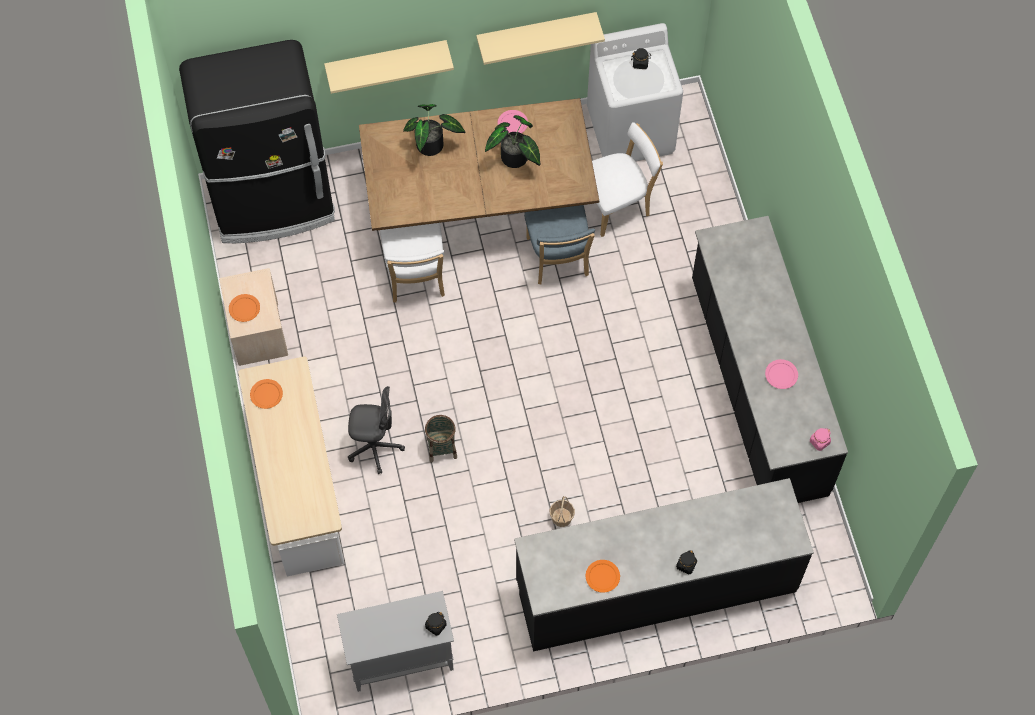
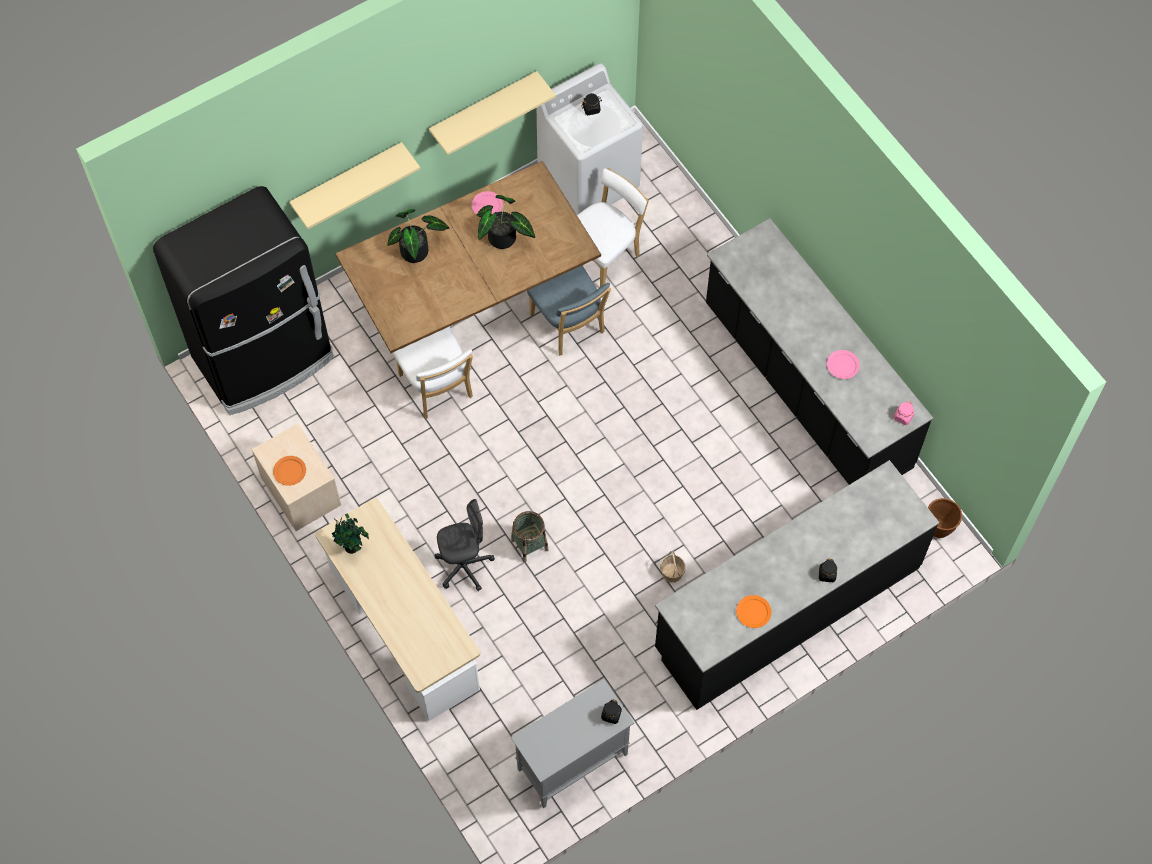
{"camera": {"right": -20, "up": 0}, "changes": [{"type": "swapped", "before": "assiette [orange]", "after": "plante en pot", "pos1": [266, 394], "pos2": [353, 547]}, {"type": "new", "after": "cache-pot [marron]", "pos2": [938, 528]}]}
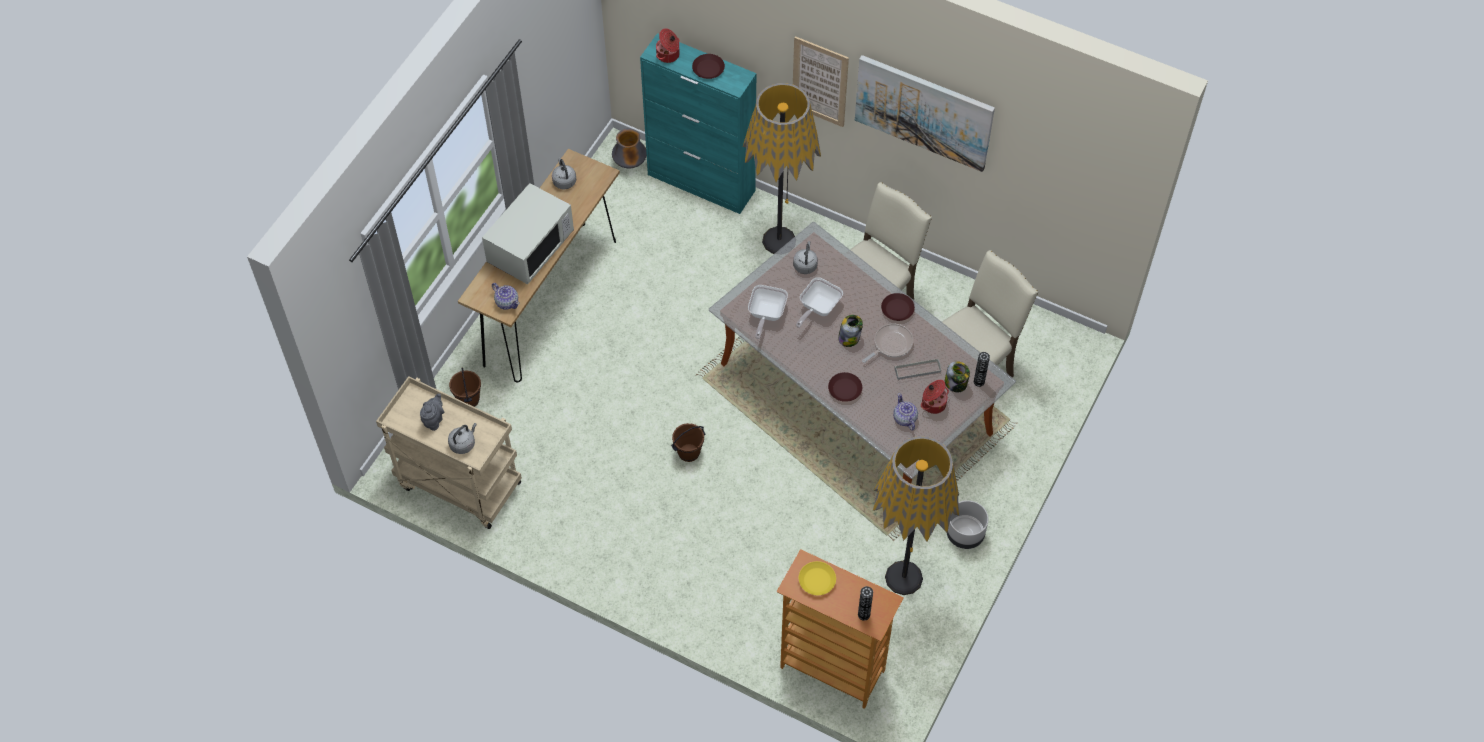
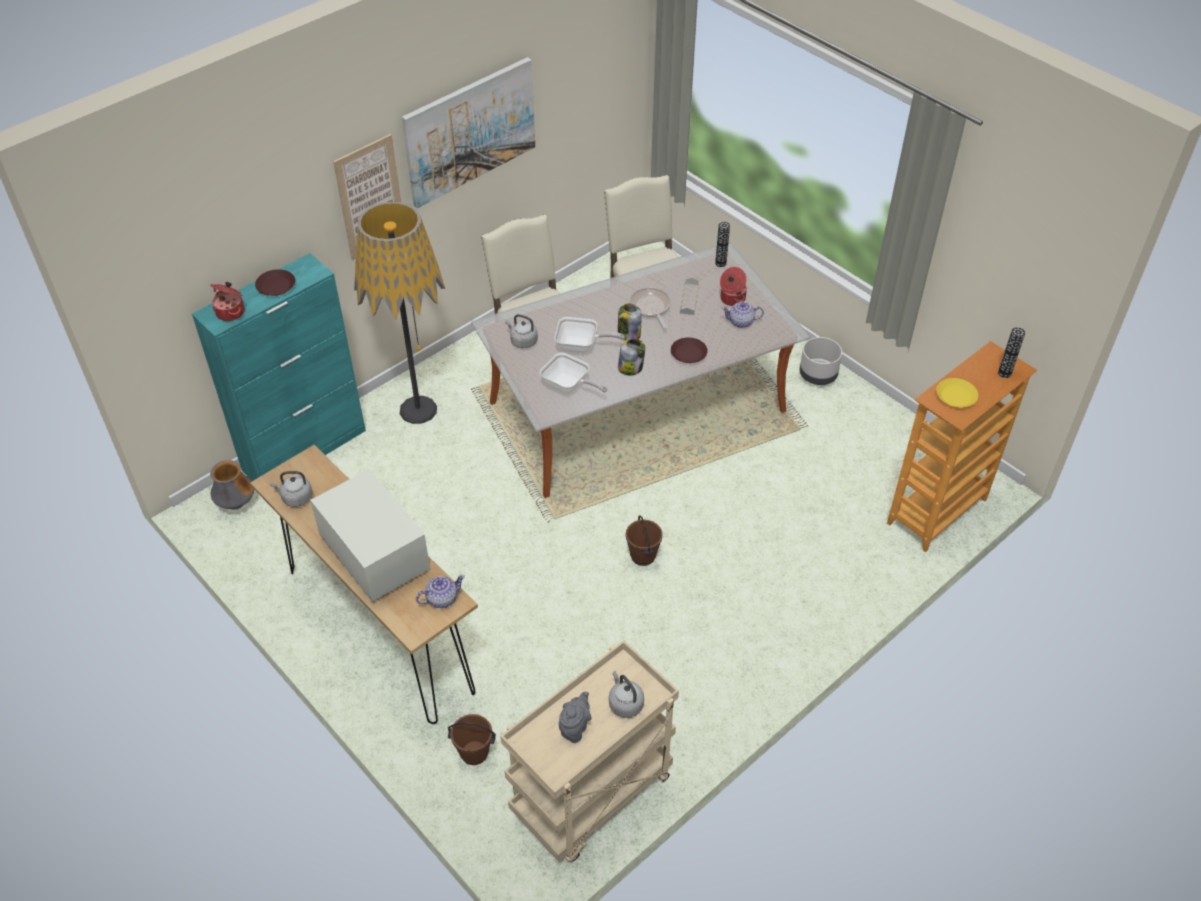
{"camera": {"right": -70, "up": -10}, "changes": [{"type": "rotated", "before": "poêle", "pos1": [817, 308], "pos2": [581, 346], "turn": -45}, {"type": "rotated", "before": "théière [gris]", "pos1": [434, 420], "pos2": [575, 728], "turn": 75}, {"type": "shifted", "before": "bocal", "pos1": [956, 383], "pos2": [631, 367]}, {"type": "gone", "before": "lampadaire", "pos1": [904, 578]}, {"type": "gone", "before": "assiette [marron]", "pos1": [897, 309]}]}
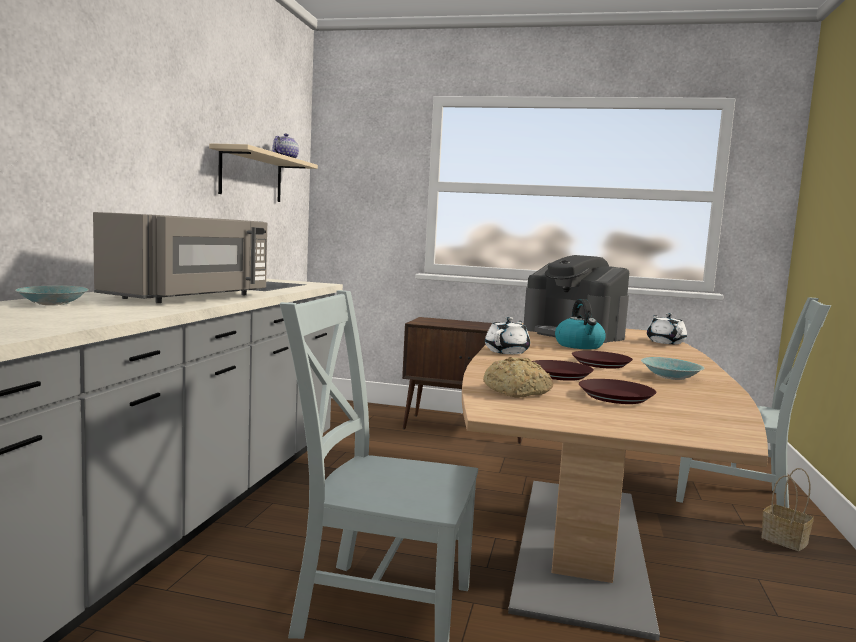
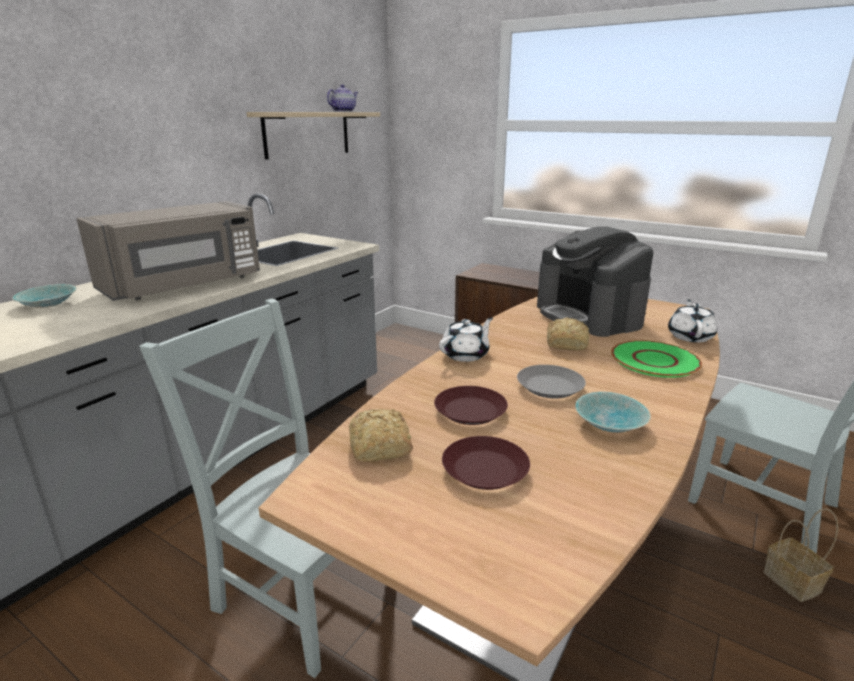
{"camera": {"right": 20, "up": 15}, "changes": [{"type": "repainted", "before": "assiette [marron]", "after": "assiette [gris]", "pos1": [601, 364], "pos2": [550, 386]}, {"type": "swapped", "before": "bouilloire", "after": "pain", "pos1": [579, 346], "pos2": [567, 343]}, {"type": "new", "after": "assiette [vert]", "pos2": [655, 360]}]}
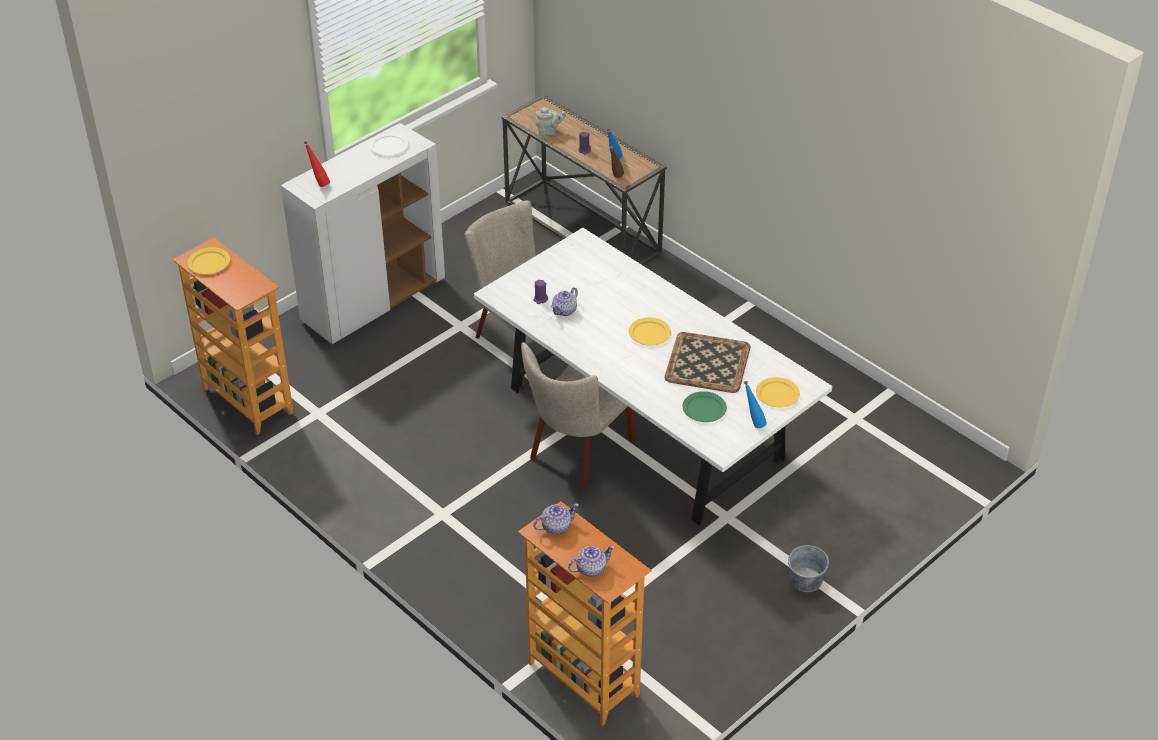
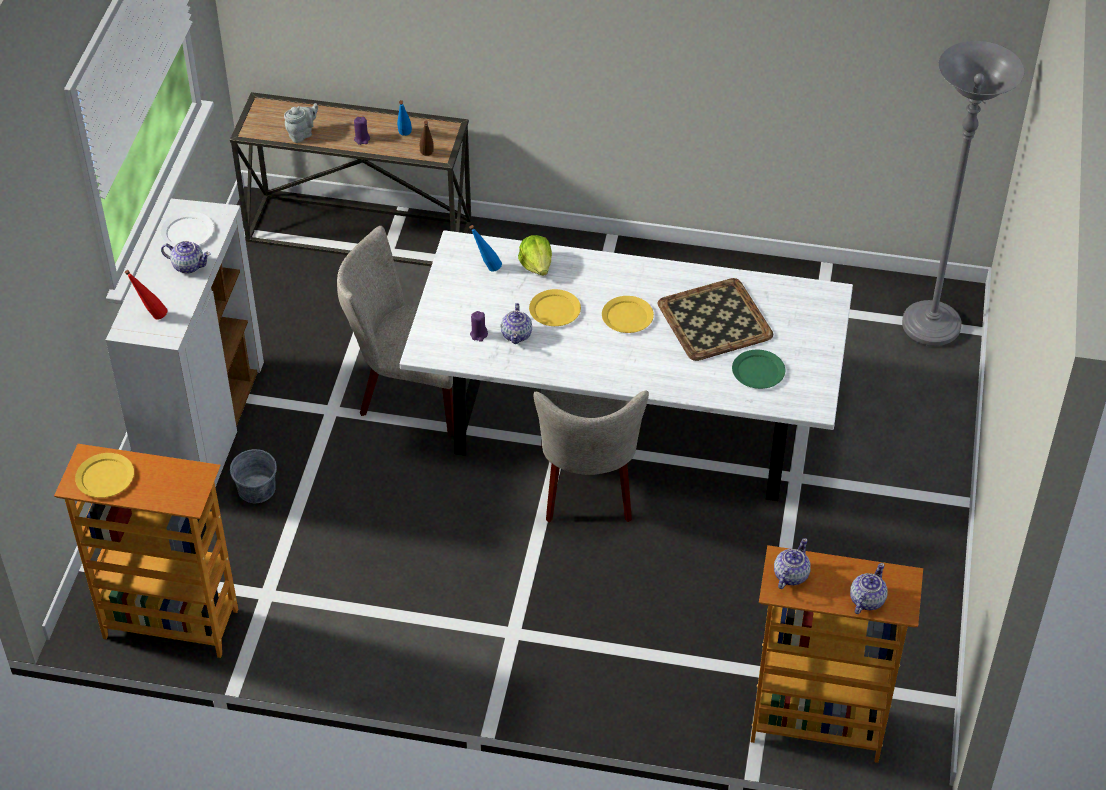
{"camera": {"right": -35, "up": 5}, "changes": [{"type": "new", "after": "théière", "pos2": [188, 265]}, {"type": "shifted", "before": "seau [gris]", "pos1": [806, 580], "pos2": [257, 489]}, {"type": "shifted", "before": "bouteille [bleu]", "pos1": [753, 423], "pos2": [486, 268]}, {"type": "new", "after": "laitue", "pos2": [537, 265]}, {"type": "shifted", "before": "assiette [jaune]", "pos1": [777, 394], "pos2": [554, 310]}, {"type": "new", "after": "lampadaire [gris]", "pos2": [931, 326]}]}
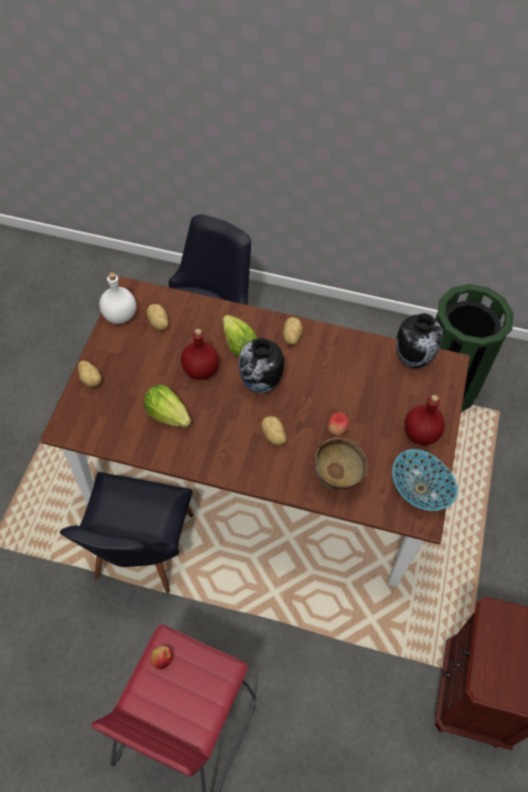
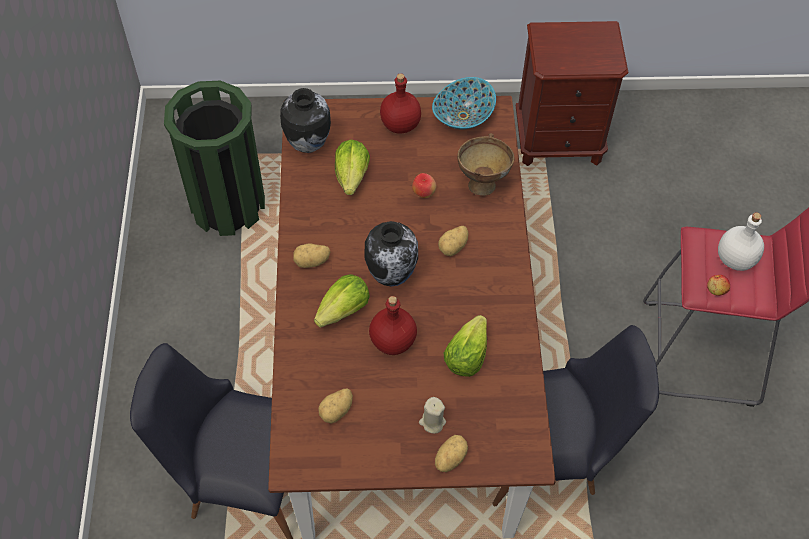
{"camera": {"right": -105, "up": 0}, "changes": [{"type": "new", "after": "laitue", "pos2": [352, 176]}, {"type": "new", "after": "bougie [beige]", "pos2": [432, 422]}, {"type": "shifted", "before": "bouteille [blanc]", "pos1": [120, 316], "pos2": [736, 259]}]}
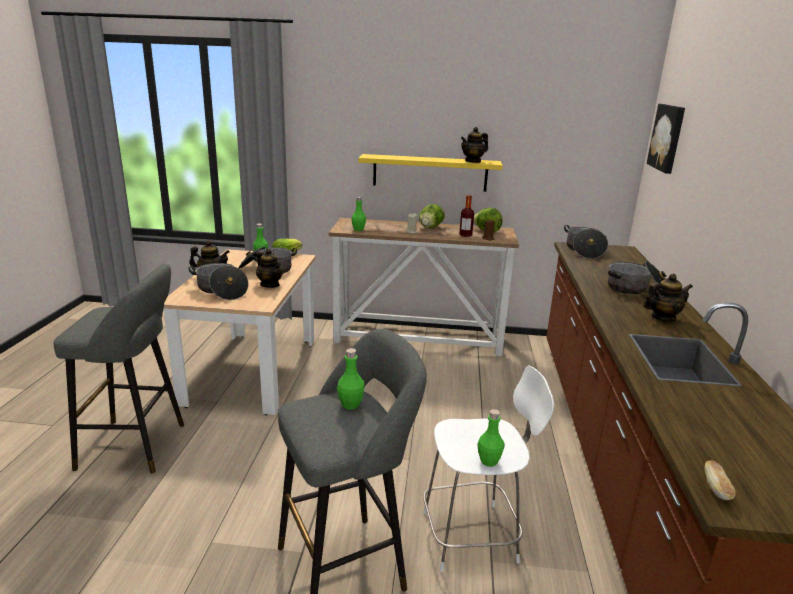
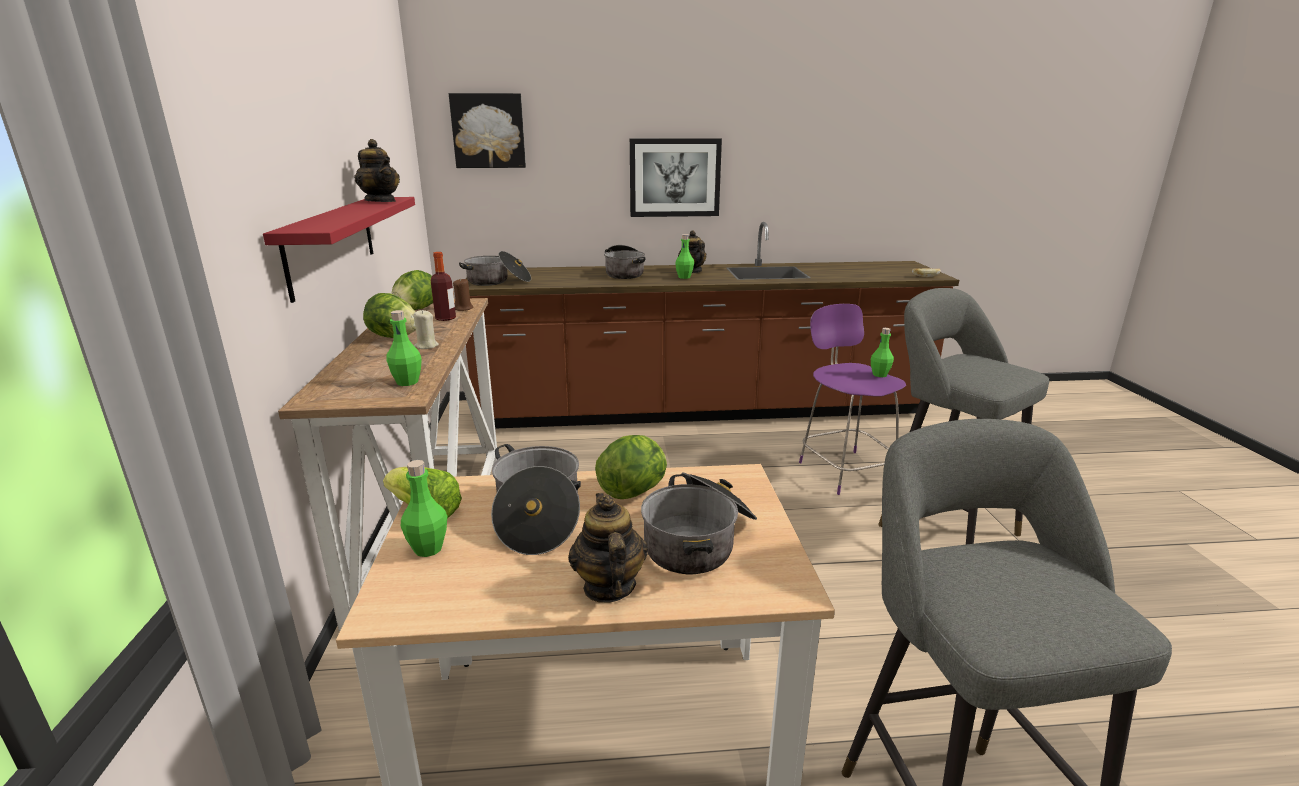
{"camera": {"right": -100, "up": 0}, "changes": [{"type": "repainted", "before": "étagère [jaune]", "after": "étagère [rouge]", "pos1": [430, 173], "pos2": [332, 243]}, {"type": "swapped", "before": "théière", "after": "laitue", "pos1": [270, 285], "pos2": [634, 491]}, {"type": "new", "after": "tableau", "pos2": [674, 177]}, {"type": "shifted", "before": "bouteille [vert]", "pos1": [350, 404], "pos2": [684, 277]}, {"type": "repainted", "before": "tabouret [blanc]", "after": "tabouret [violet]", "pos1": [473, 536], "pos2": [844, 470]}]}
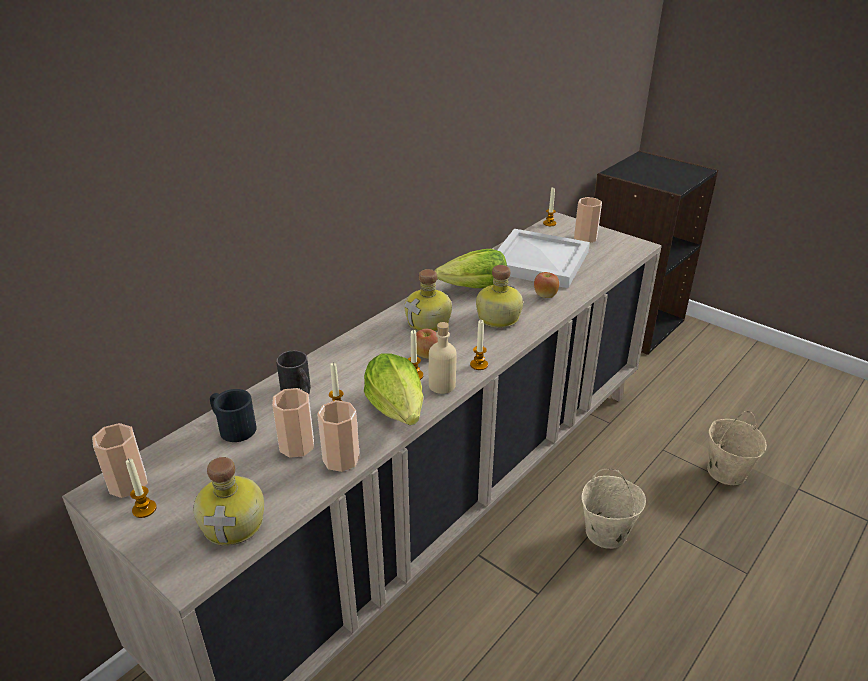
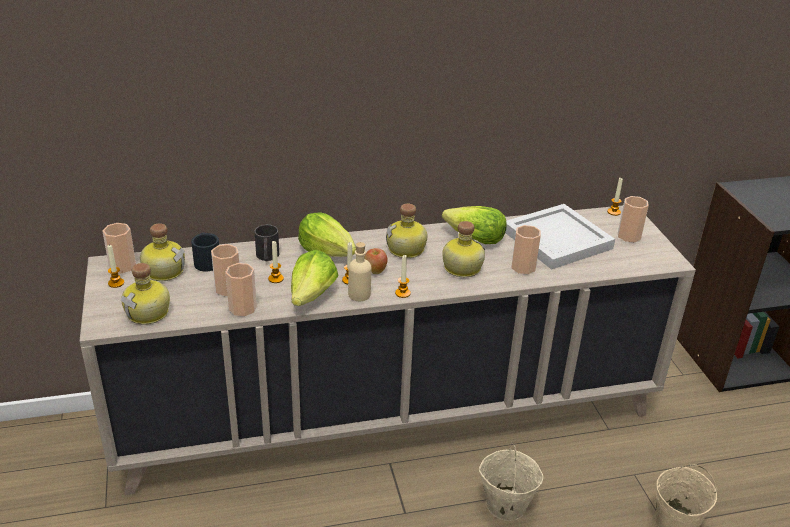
{"camera": {"right": 35, "up": 0}, "changes": [{"type": "new", "after": "bouteille", "pos2": [164, 270]}, {"type": "new", "after": "laitue", "pos2": [327, 252]}, {"type": "swapped", "before": "pomme", "after": "tasse", "pos1": [545, 295], "pos2": [523, 267]}]}
